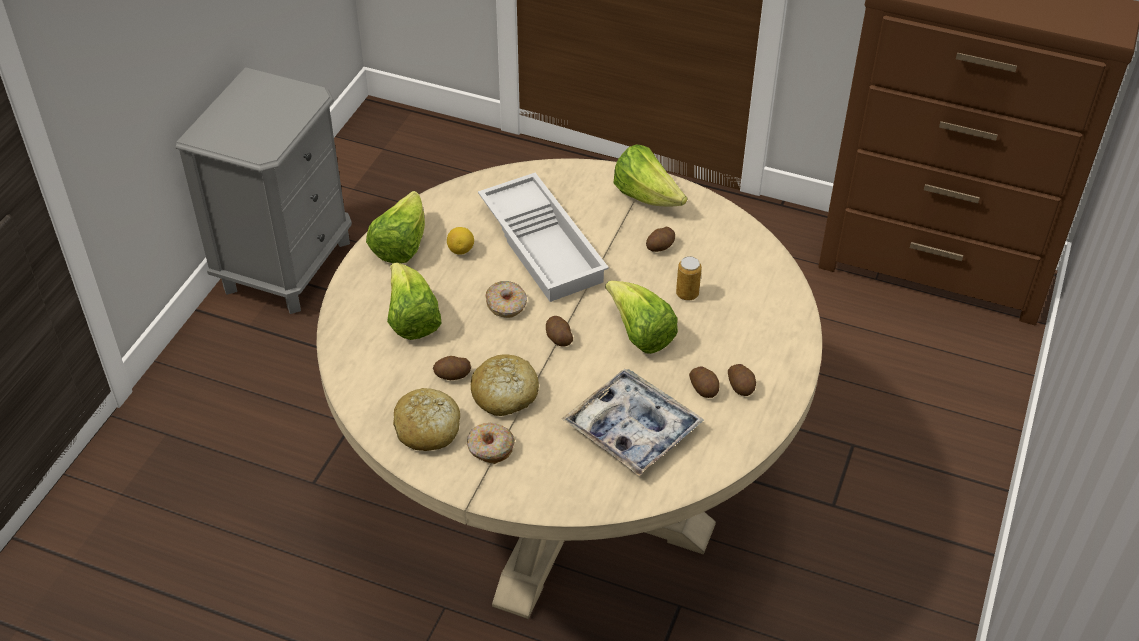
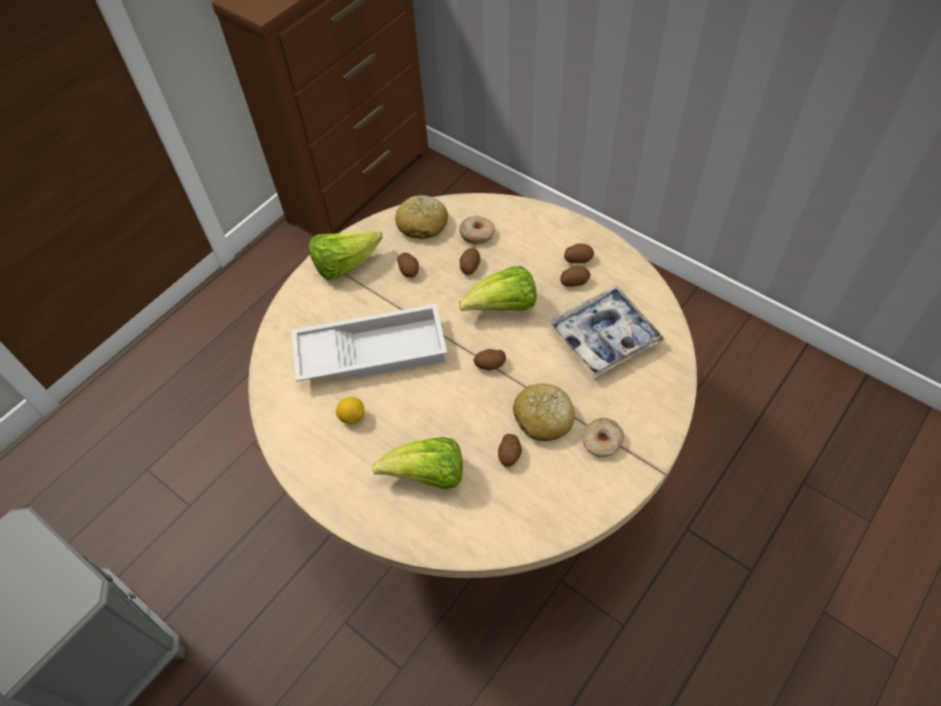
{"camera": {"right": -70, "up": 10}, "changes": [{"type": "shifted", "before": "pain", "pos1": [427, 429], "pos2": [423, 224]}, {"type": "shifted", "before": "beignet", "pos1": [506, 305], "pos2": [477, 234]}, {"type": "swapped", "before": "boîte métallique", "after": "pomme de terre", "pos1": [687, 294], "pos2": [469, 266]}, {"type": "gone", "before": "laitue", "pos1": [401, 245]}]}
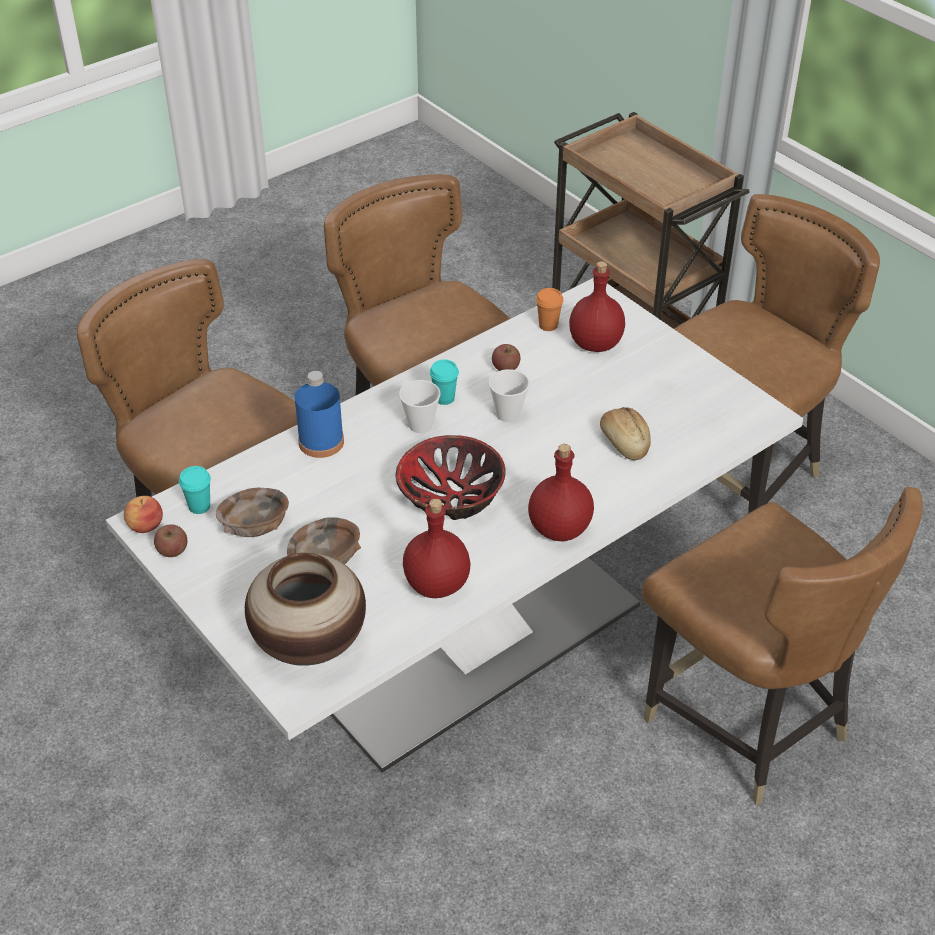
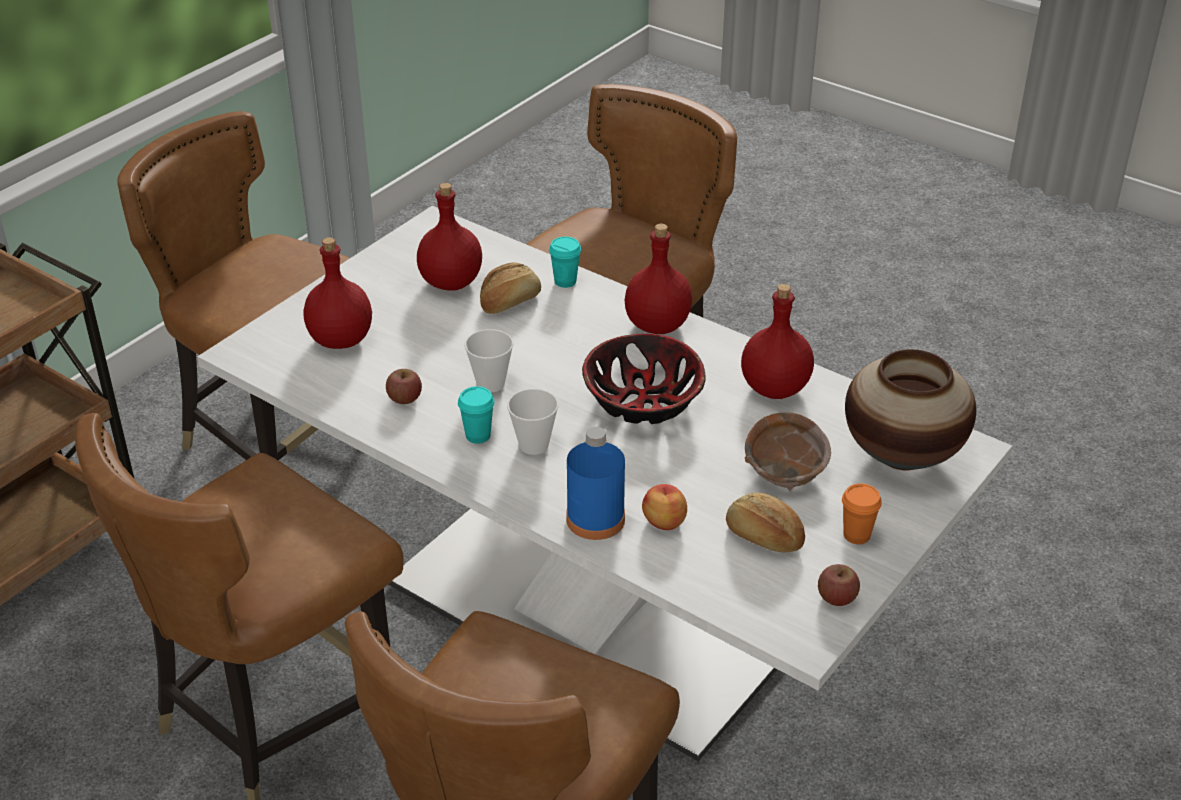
{"camera": {"right": -105, "up": -5}, "changes": [{"type": "new", "after": "bouteille [rouge]", "pos2": [452, 283]}, {"type": "shifted", "before": "tasse [turquoise]", "pos1": [199, 506], "pos2": [565, 281]}, {"type": "shifted", "before": "pomme", "pos1": [145, 525], "pos2": [663, 522]}, {"type": "swapped", "before": "bol [marron]", "after": "pain", "pos1": [256, 527], "pos2": [763, 537]}, {"type": "shifted", "before": "tasse [orange]", "pos1": [548, 325], "pos2": [856, 535]}]}
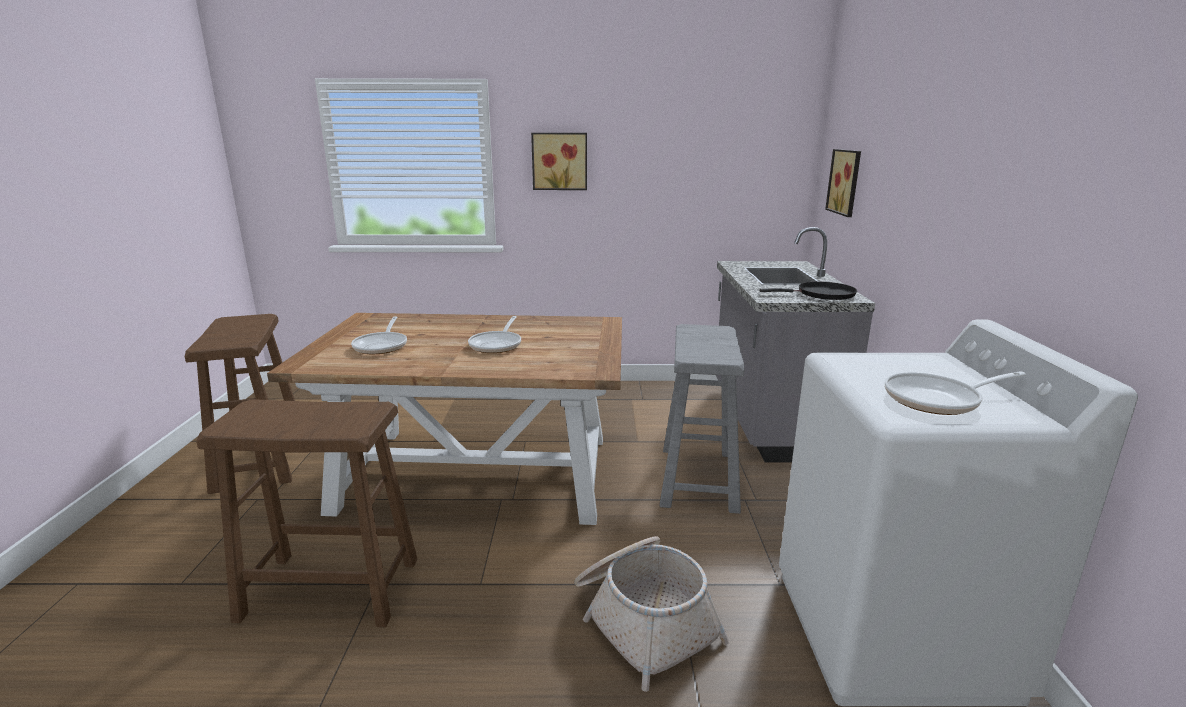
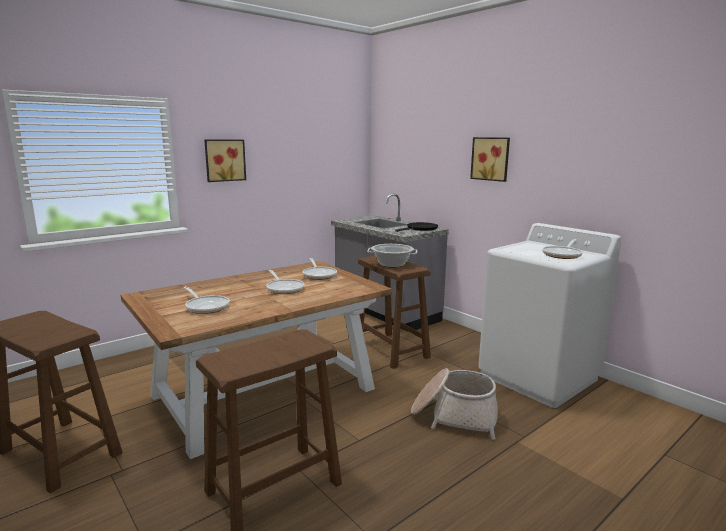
{"camera": {"right": -40, "up": -5}, "changes": [{"type": "new", "after": "poêle", "pos2": [319, 275]}, {"type": "repainted", "before": "tabouret [gris]", "after": "tabouret [marron]", "pos1": [698, 479], "pos2": [391, 350]}, {"type": "new", "after": "marmite", "pos2": [392, 264]}, {"type": "shifted", "before": "tableau", "pos1": [846, 182], "pos2": [491, 159]}]}
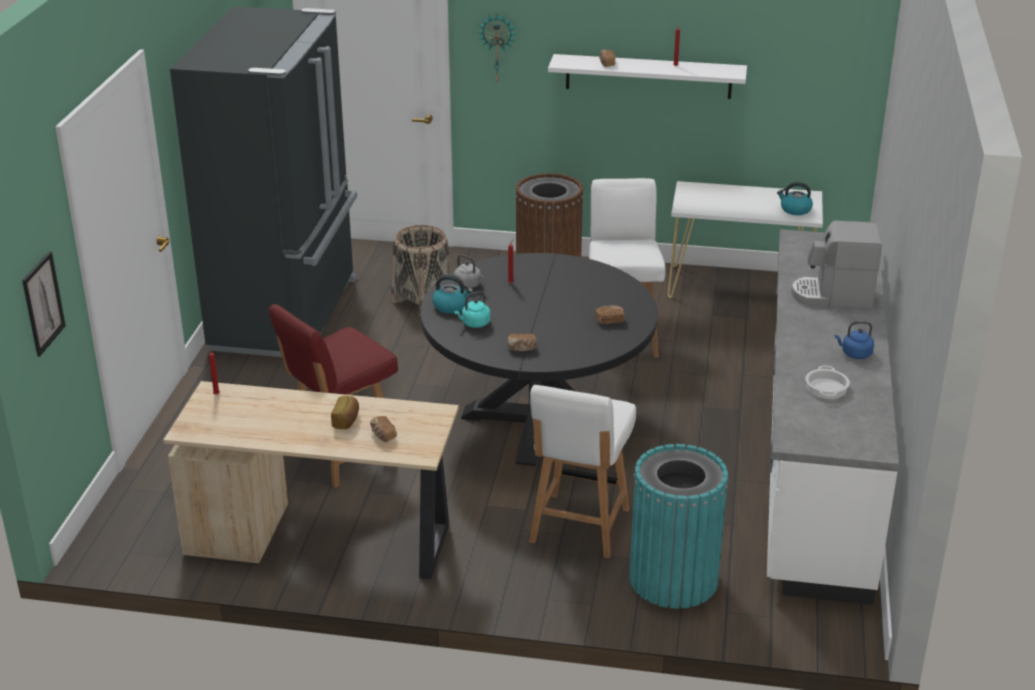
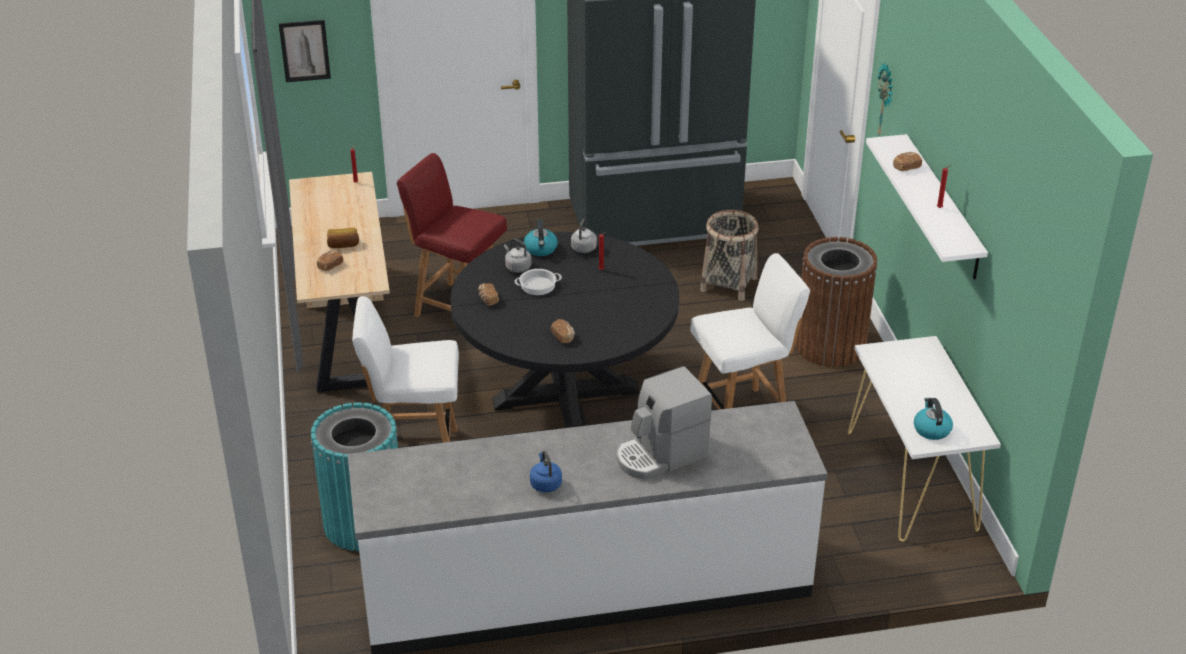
{"camera": {"right": 70, "up": 5}, "changes": [{"type": "repainted", "before": "bouilloire [turquoise]", "after": "bouilloire [gris]", "pos1": [474, 324], "pos2": [517, 267]}, {"type": "shifted", "before": "marmite", "pos1": [826, 388], "pos2": [537, 286]}, {"type": "rotated", "before": "machine à café", "pos1": [832, 296], "pos2": [660, 455], "turn": -105}]}
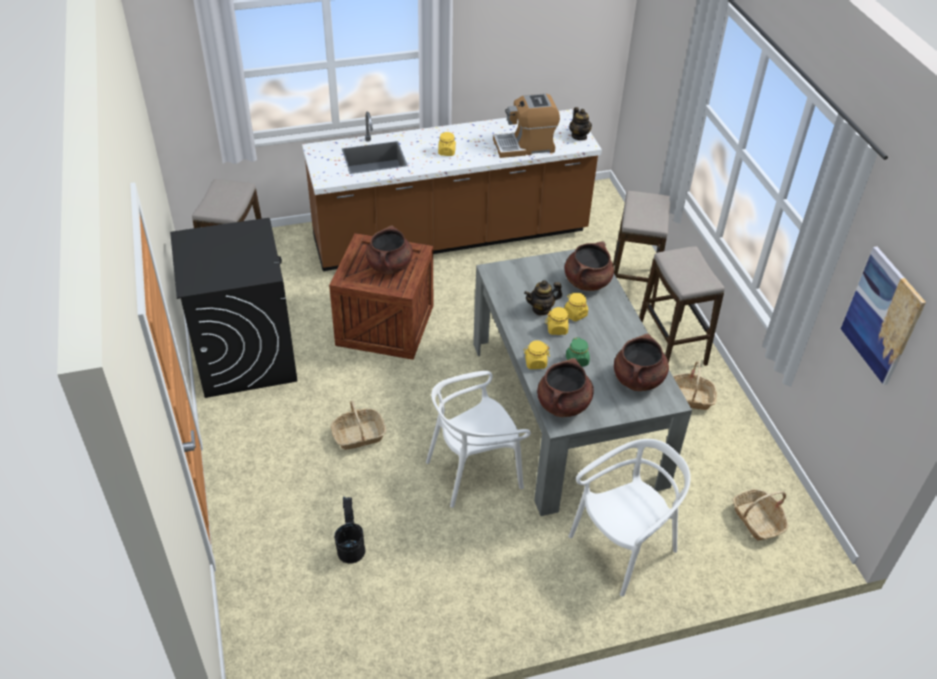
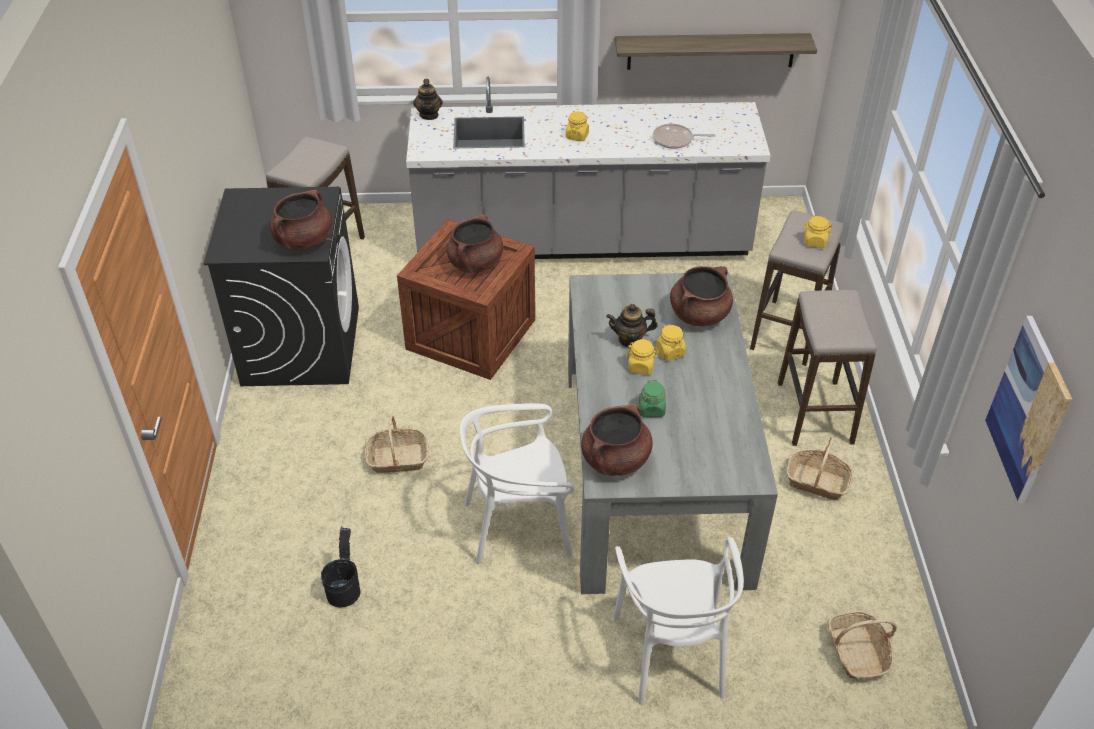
{"camera": {"right": 15, "up": 0}, "changes": [{"type": "shifted", "before": "marmite [marron]", "pos1": [638, 379], "pos2": [304, 241]}, {"type": "repainted", "before": "comptoir de cuisine [marron]", "after": "comptoir de cuisine [gris]", "pos1": [451, 237], "pos2": [583, 242]}, {"type": "shifted", "before": "théière", "pos1": [579, 136], "pos2": [429, 115]}, {"type": "rotated", "before": "chaise [blanc]", "pos1": [623, 548], "pos2": [672, 653], "turn": 105}, {"type": "new", "after": "étagère", "pos2": [711, 51]}, {"type": "swapped", "before": "machine à café", "after": "poêle", "pos1": [525, 146], "pos2": [675, 140]}, {"type": "shifted", "before": "bocal [jaune]", "pos1": [535, 363], "pos2": [814, 241]}]}
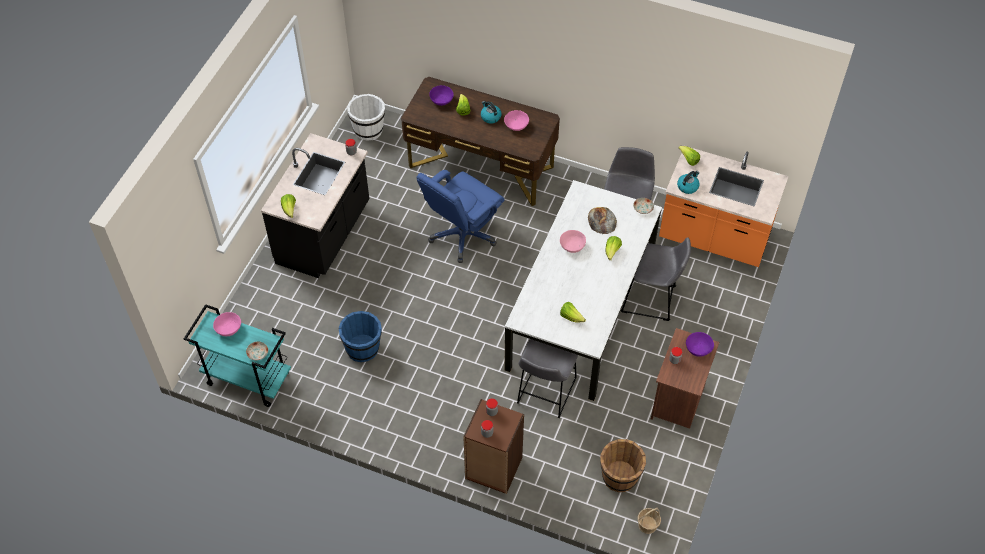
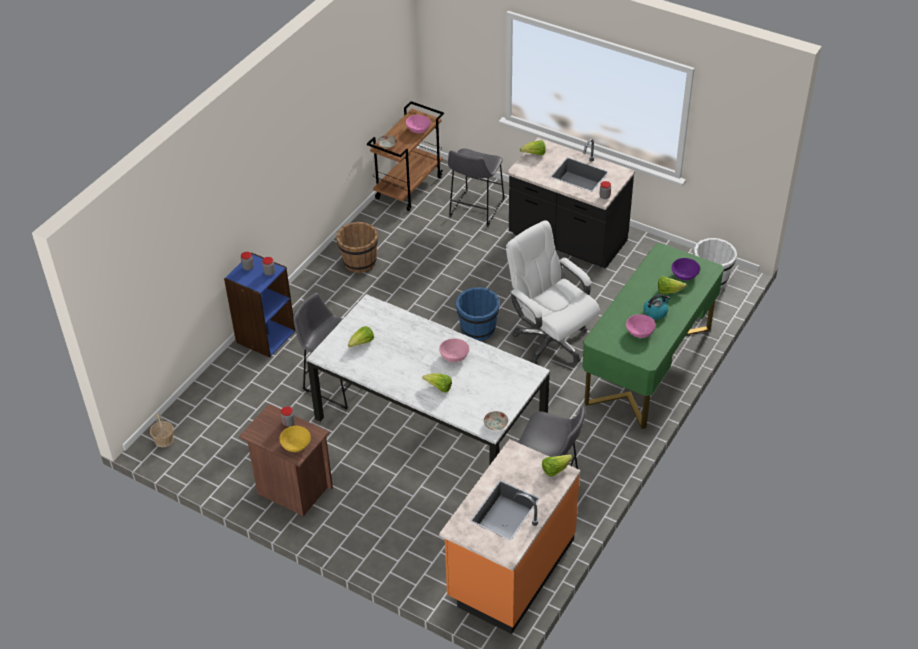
{"camera": {"right": 100, "up": -10}, "changes": [{"type": "repainted", "before": "bibliothèque [marron]", "after": "bibliothèque [bleu]", "pos1": [493, 468], "pos2": [265, 336]}, {"type": "repainted", "before": "bol [violet]", "after": "bol [jaune]", "pos1": [698, 349], "pos2": [296, 445]}, {"type": "shifted", "before": "seau [marron]", "pos1": [619, 477], "pos2": [359, 262]}, {"type": "repainted", "before": "chariot [turquoise]", "after": "chariot [marron]", "pos1": [247, 379], "pos2": [409, 187]}, {"type": "shifted", "before": "tabouret [gris]", "pos1": [651, 300], "pos2": [475, 210]}, {"type": "shifted", "before": "seau [bleu]", "pos1": [363, 348], "pos2": [478, 329]}, {"type": "repainted", "before": "chaise de bureau [bleu]", "after": "chaise de bureau [blanc]", "pos1": [462, 235], "pos2": [550, 340]}, {"type": "repainted", "before": "bureau [marron]", "after": "bureau [vert]", "pos1": [481, 166], "pos2": [648, 365]}, {"type": "gone", "before": "pain", "pos1": [602, 220]}, {"type": "gone", "before": "bouilloire", "pos1": [687, 186]}]}
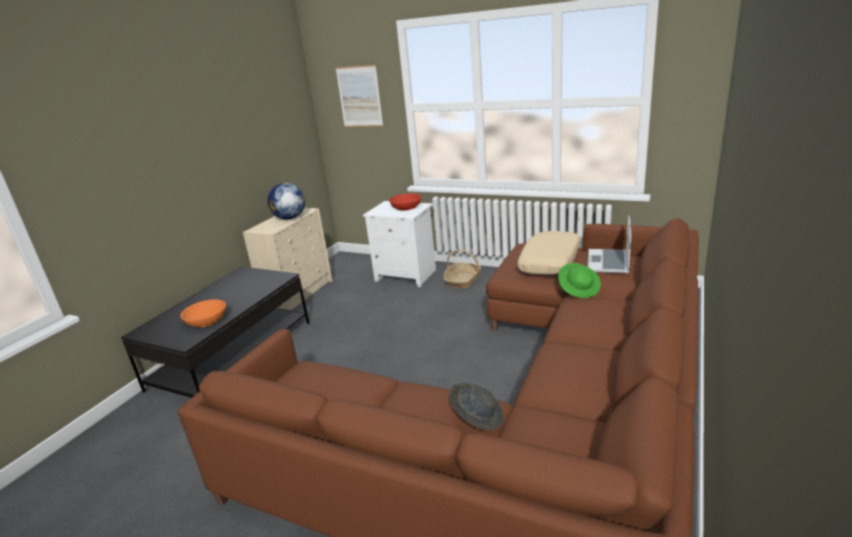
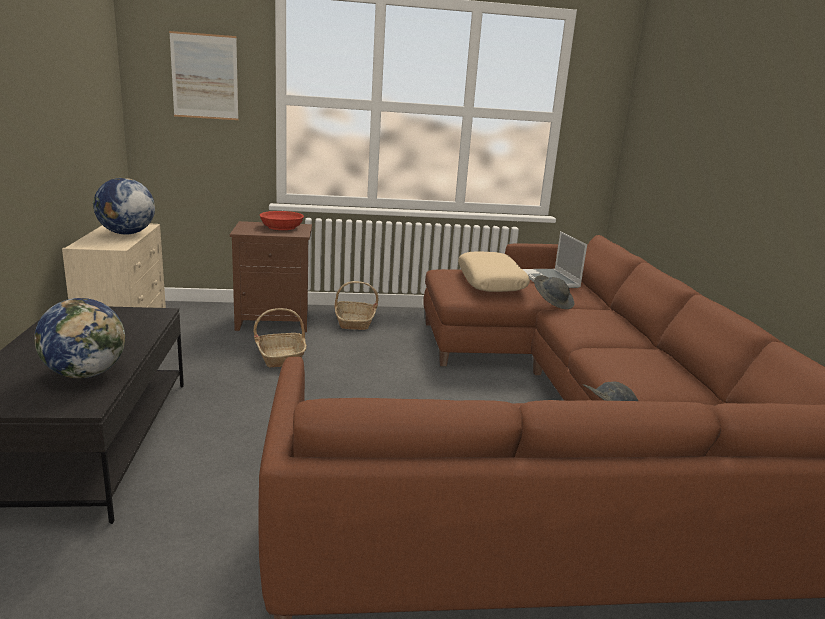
{"camera": {"right": -35, "up": -5}, "changes": [{"type": "swapped", "before": "bol [orange]", "after": "globe", "pos1": [206, 320], "pos2": [86, 374]}, {"type": "repainted", "before": "table de chevet [blanc]", "after": "table de chevet [marron]", "pos1": [407, 275], "pos2": [275, 321]}, {"type": "new", "after": "panier", "pos2": [281, 357]}, {"type": "repainted", "before": "chapeau [vert]", "after": "chapeau [gris]", "pos1": [579, 289], "pos2": [552, 303]}]}
